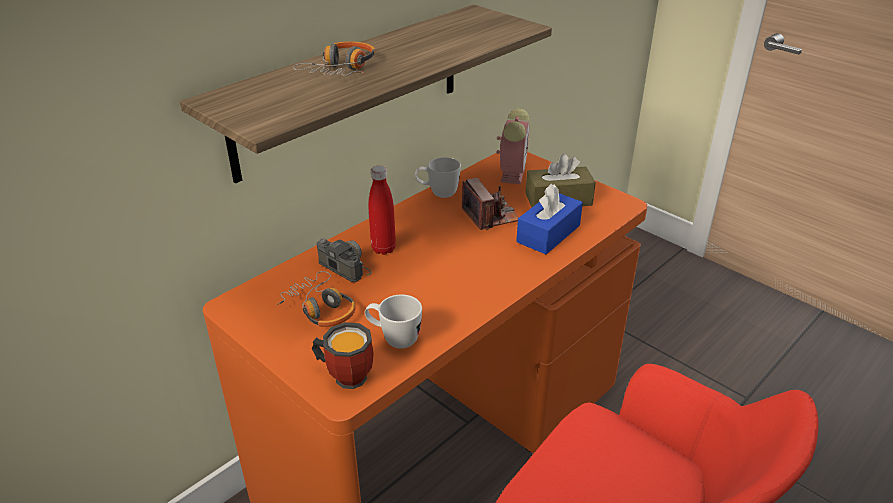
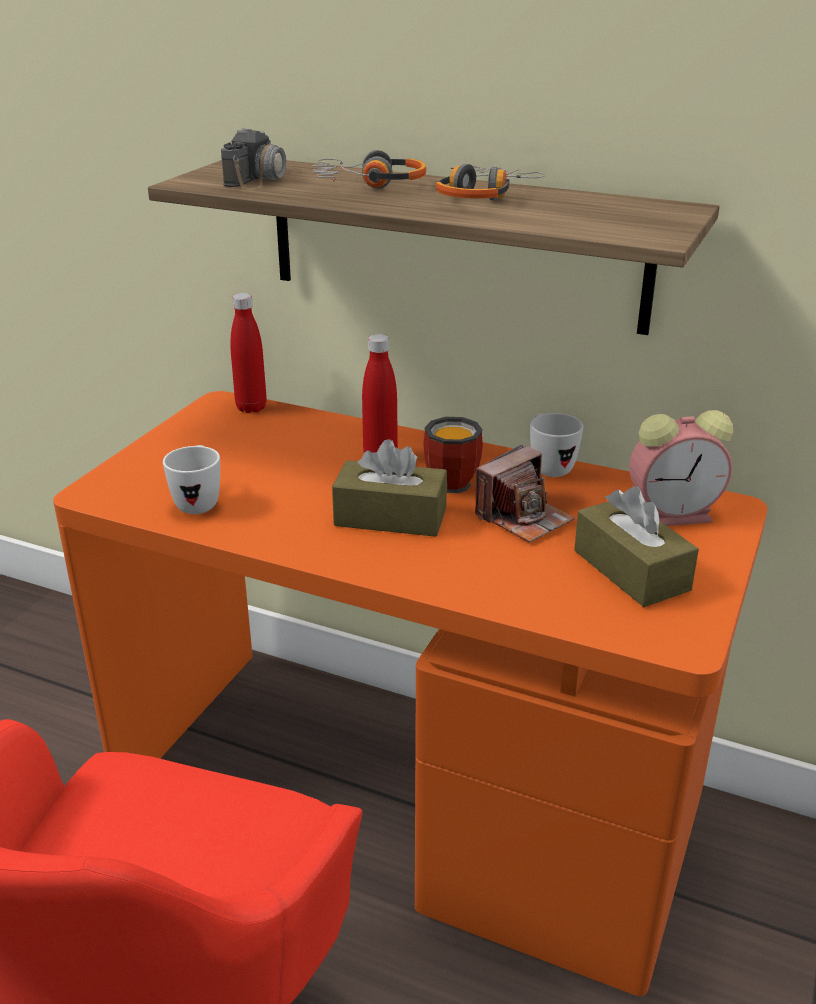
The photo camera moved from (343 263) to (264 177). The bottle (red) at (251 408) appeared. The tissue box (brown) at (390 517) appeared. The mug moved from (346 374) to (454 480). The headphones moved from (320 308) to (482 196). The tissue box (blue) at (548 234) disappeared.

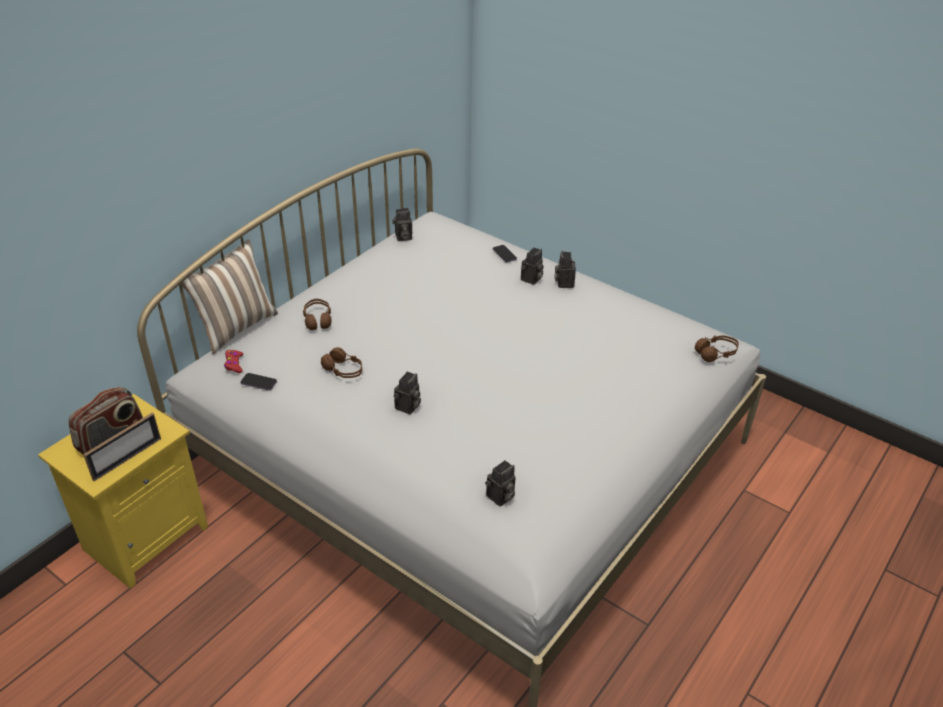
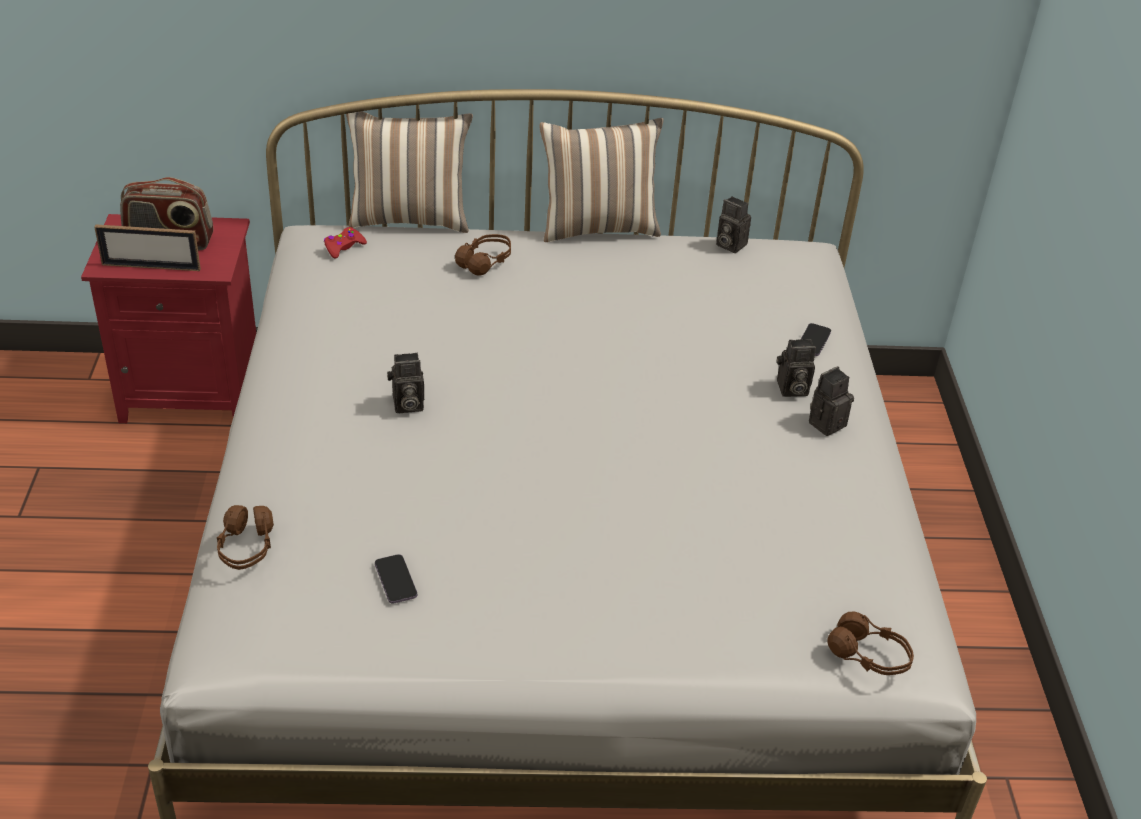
The nightstand (yellow) at (146 536) became the nightstand (red) at (194 392). The headphones (brown) moved from (343 370) to (246 548). The phone moved from (258 383) to (395 580). The pillow at (598 227) appeared. The photo camera at (500 498) disappeared.

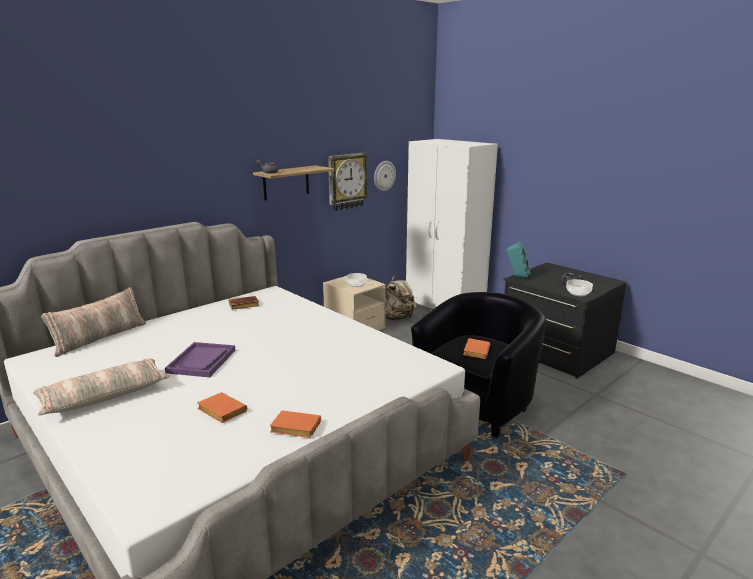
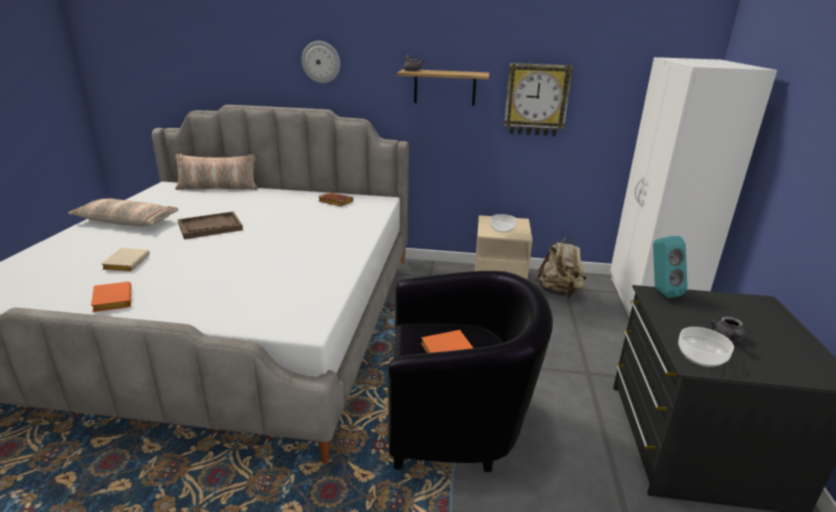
The book (orange) at (220 411) became the book (beige) at (126 263). The tray (purple) at (202 361) became the tray (brown) at (210 227). The wall clock moved from (384 175) to (321 62).

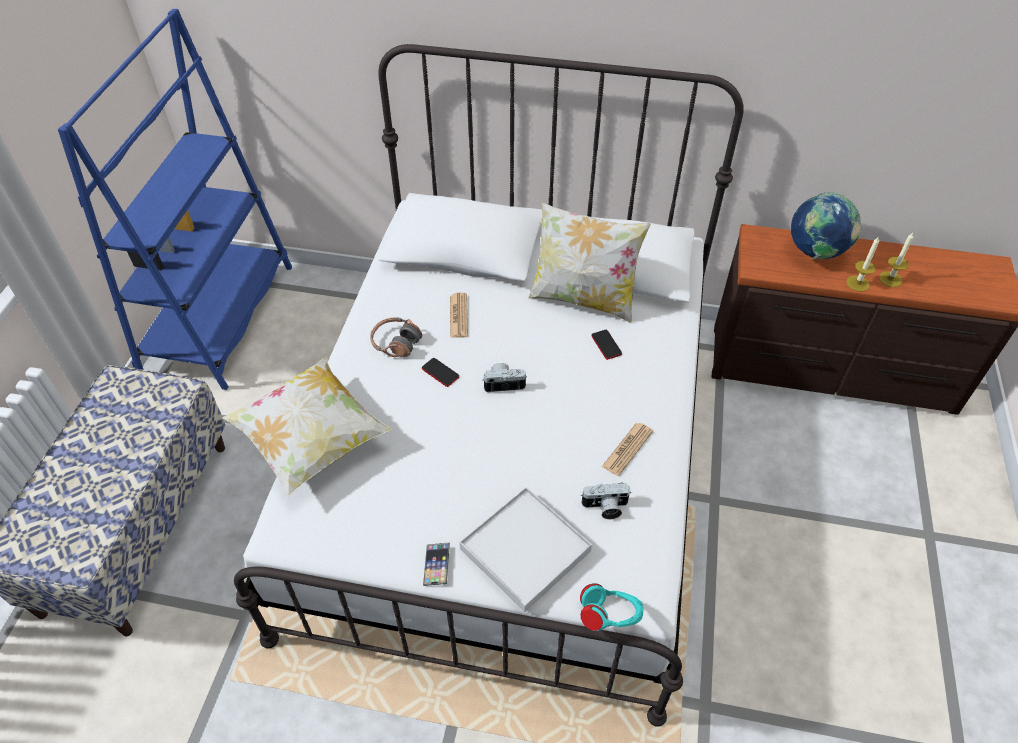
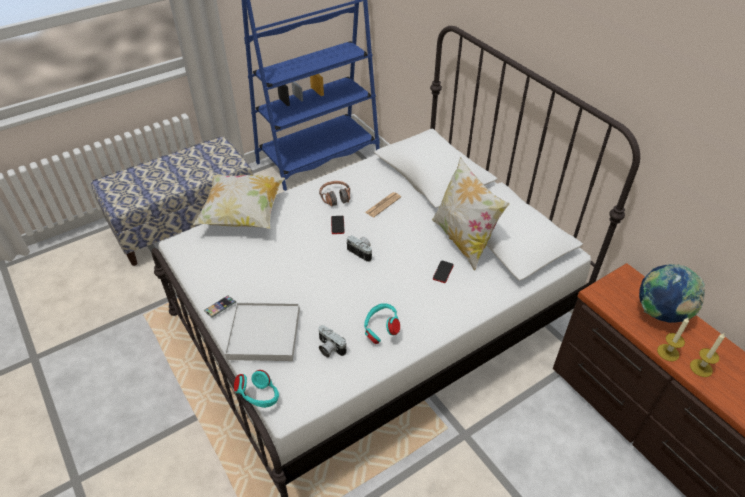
The newspaper at (627 449) was replaced by the headphones (turquoise) at (380 331).

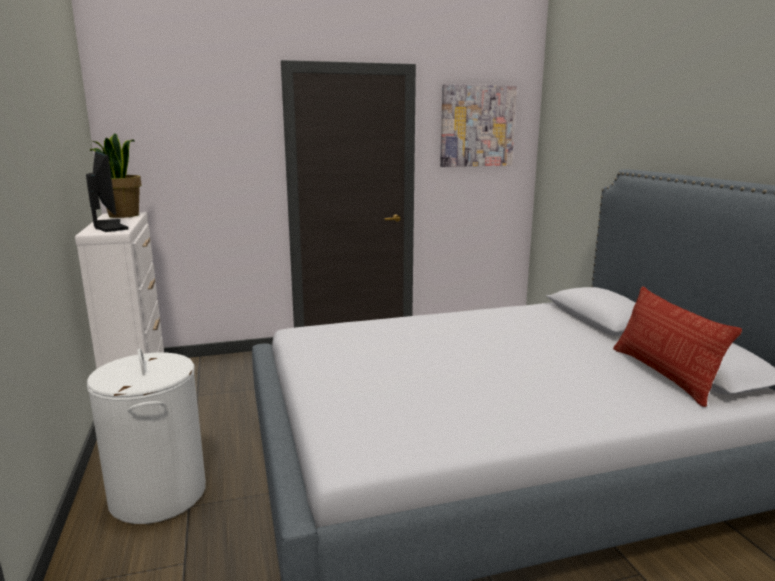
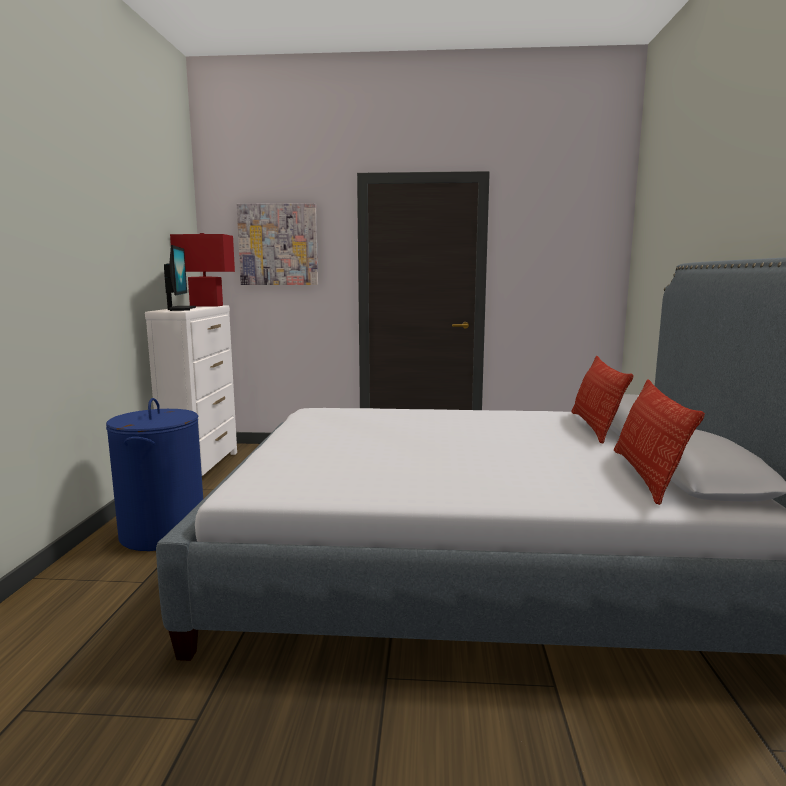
The laundry basket (white) at (158 494) became the laundry basket (blue) at (163 533). The potted plant at (123 215) was replaced by the table lamp (red) at (206 306). The picture moved from (477 126) to (278 245). The pillow at (595 427) appeared.

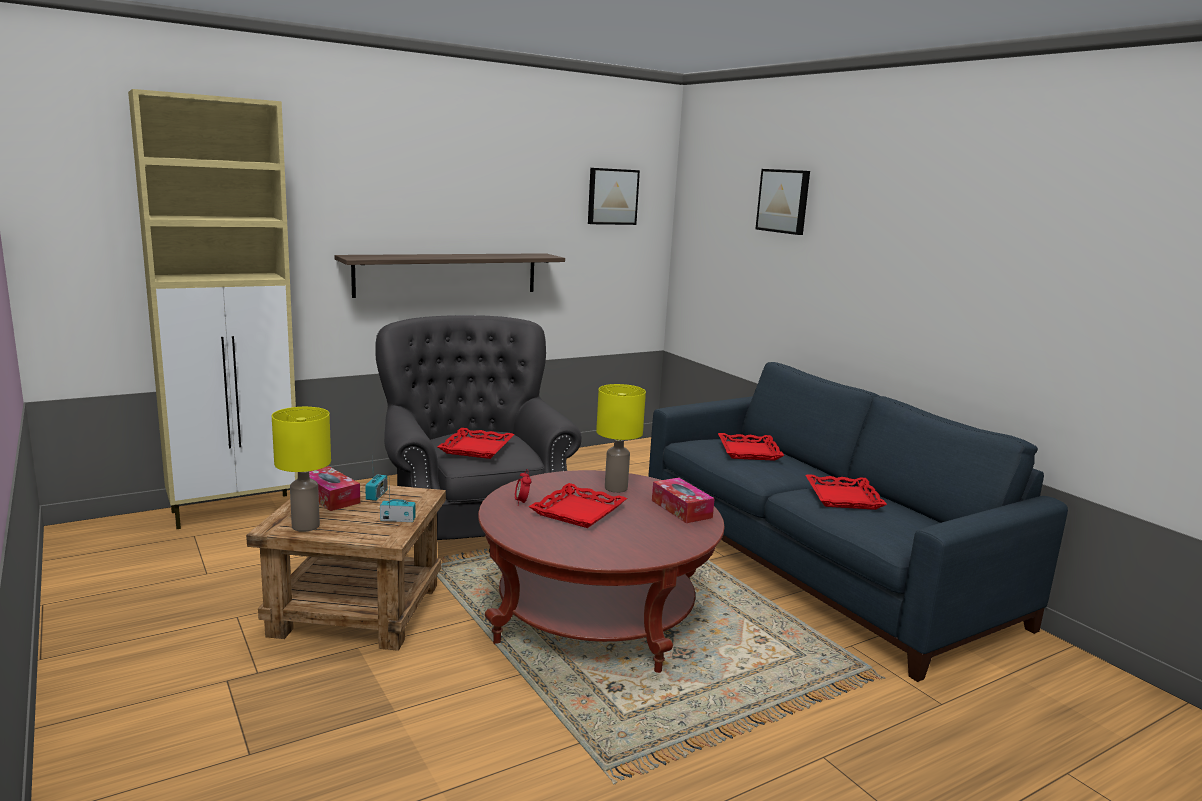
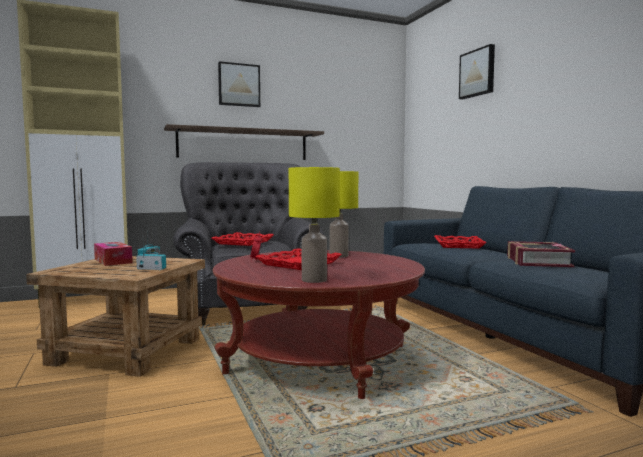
The picture moved from (612 196) to (239 85). The table lamp (yellow) moved from (305 526) to (314 280). The tray (red) at (842 497) was replaced by the book at (537 261). The tissue box at (681 509) disappeared.

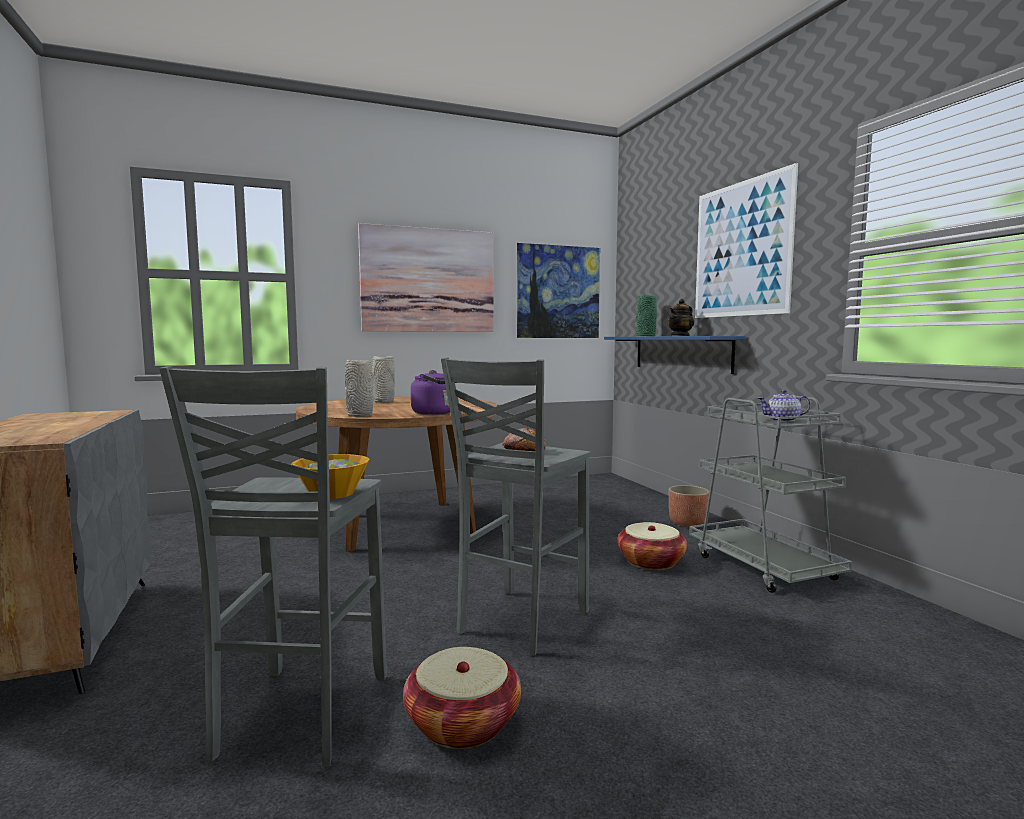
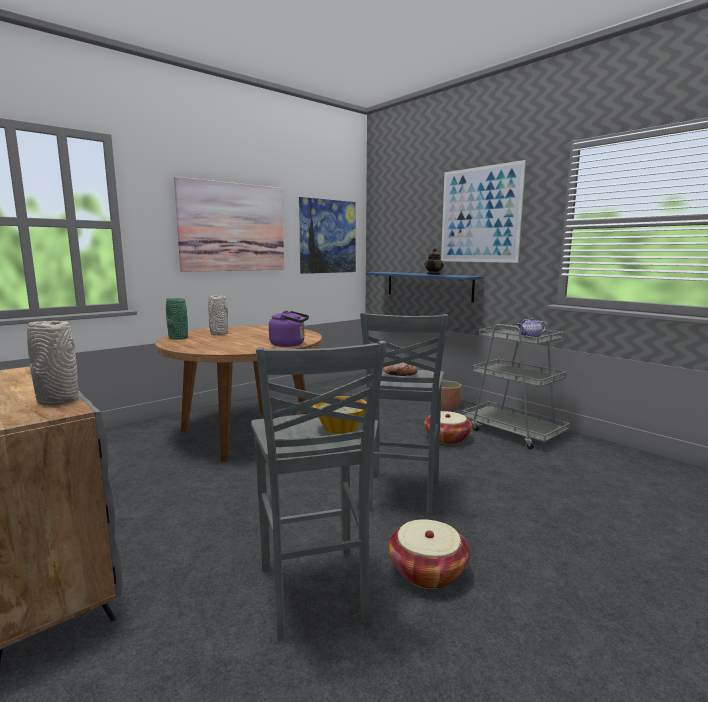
The vase (grey) moved from (359 415) to (58 401). The vase (green) moved from (646 336) to (178 338).

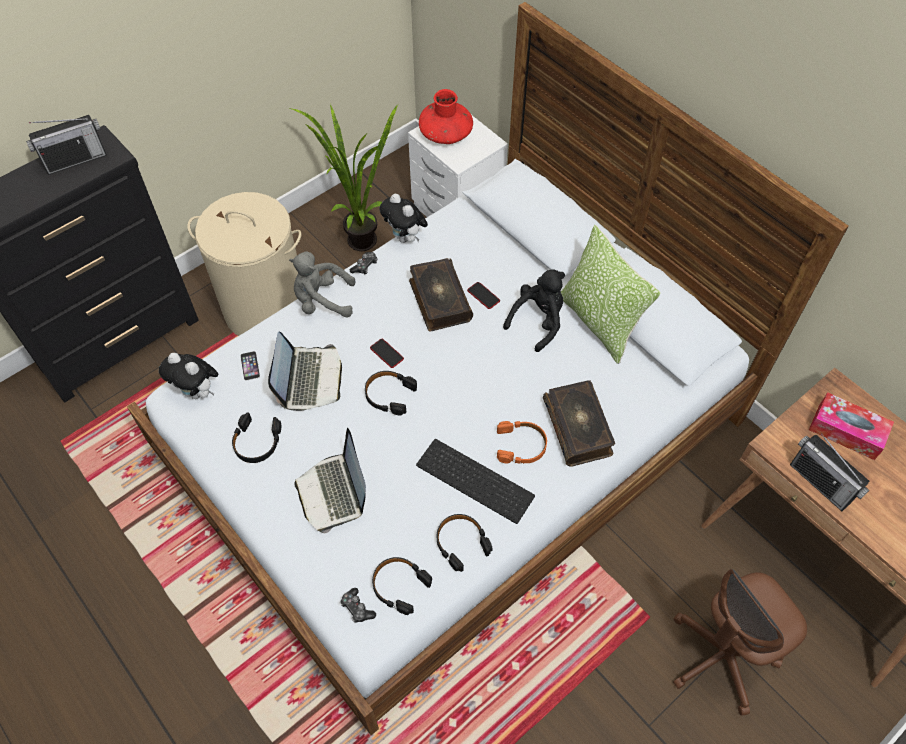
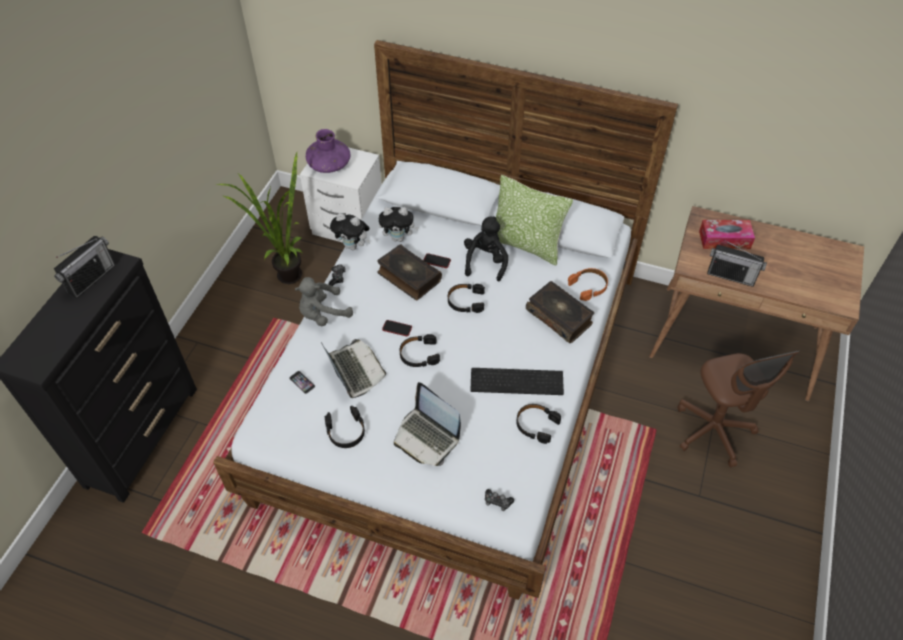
The vase (red) at (446 134) became the vase (purple) at (329 165). The plush toy moved from (198 392) to (399 238). The headphones (black) moved from (399 586) to (465 301). The headphones (orange) moved from (521 446) to (589 286). The office chair (brown) at (721 657) turned 45 degrees counterclockwise. The laundry basket (beige) at (266 308) disappeared.

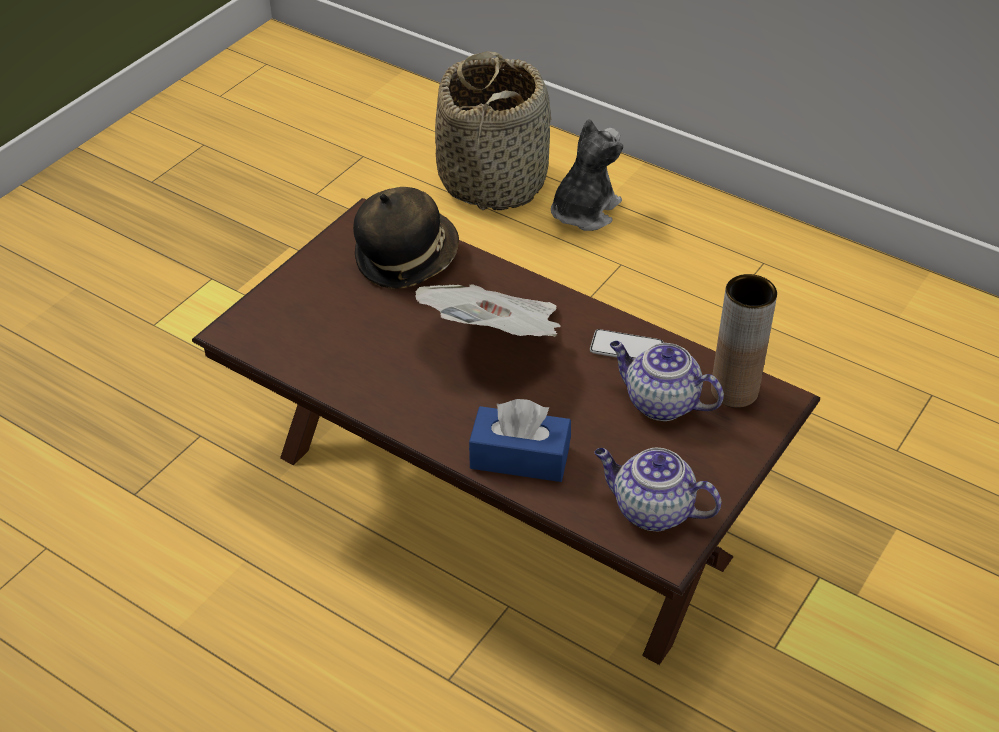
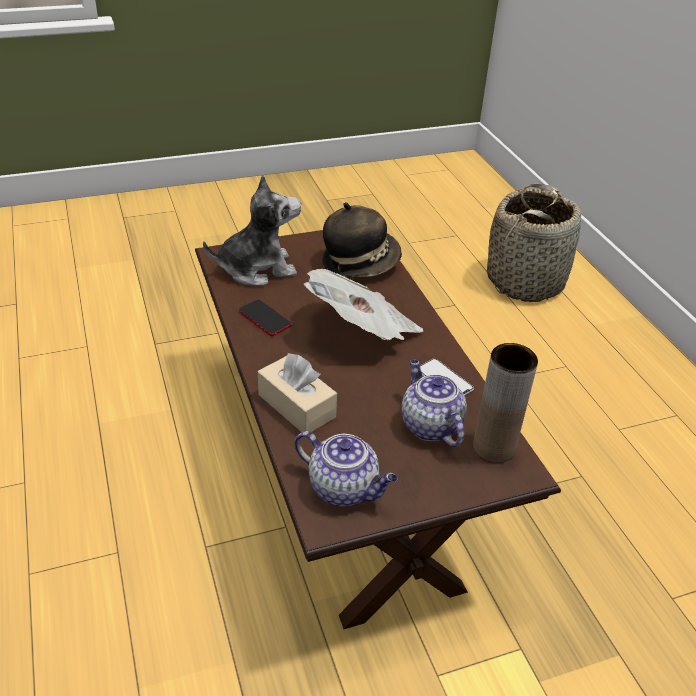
The plush toy moved from (583 211) to (257 268). The phone at (265 319) appeared. The tissue box (blue) at (520 457) became the tissue box (beige) at (296 406). The teapot at (651 510) turned 150 degrees clockwise.

